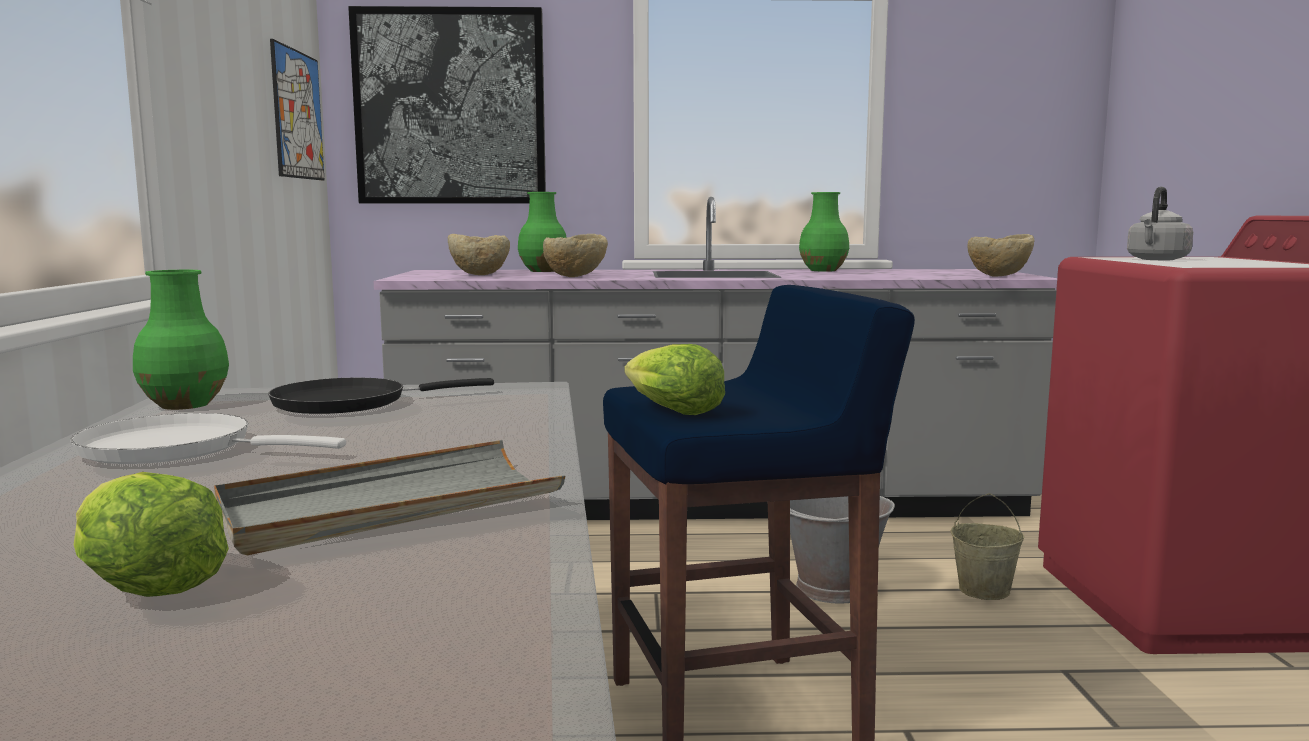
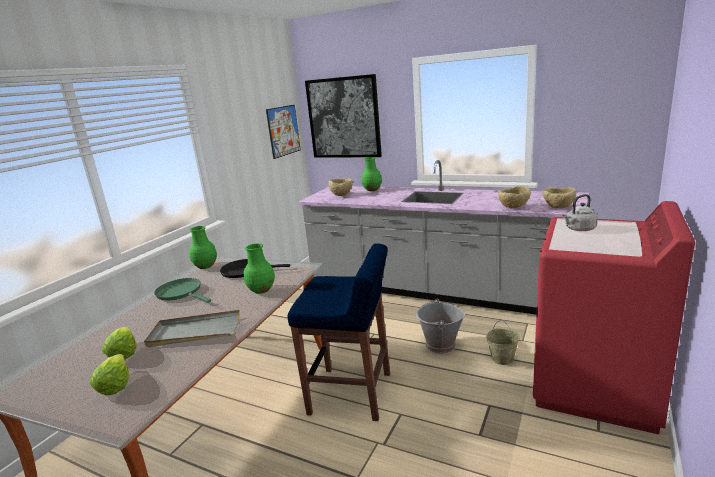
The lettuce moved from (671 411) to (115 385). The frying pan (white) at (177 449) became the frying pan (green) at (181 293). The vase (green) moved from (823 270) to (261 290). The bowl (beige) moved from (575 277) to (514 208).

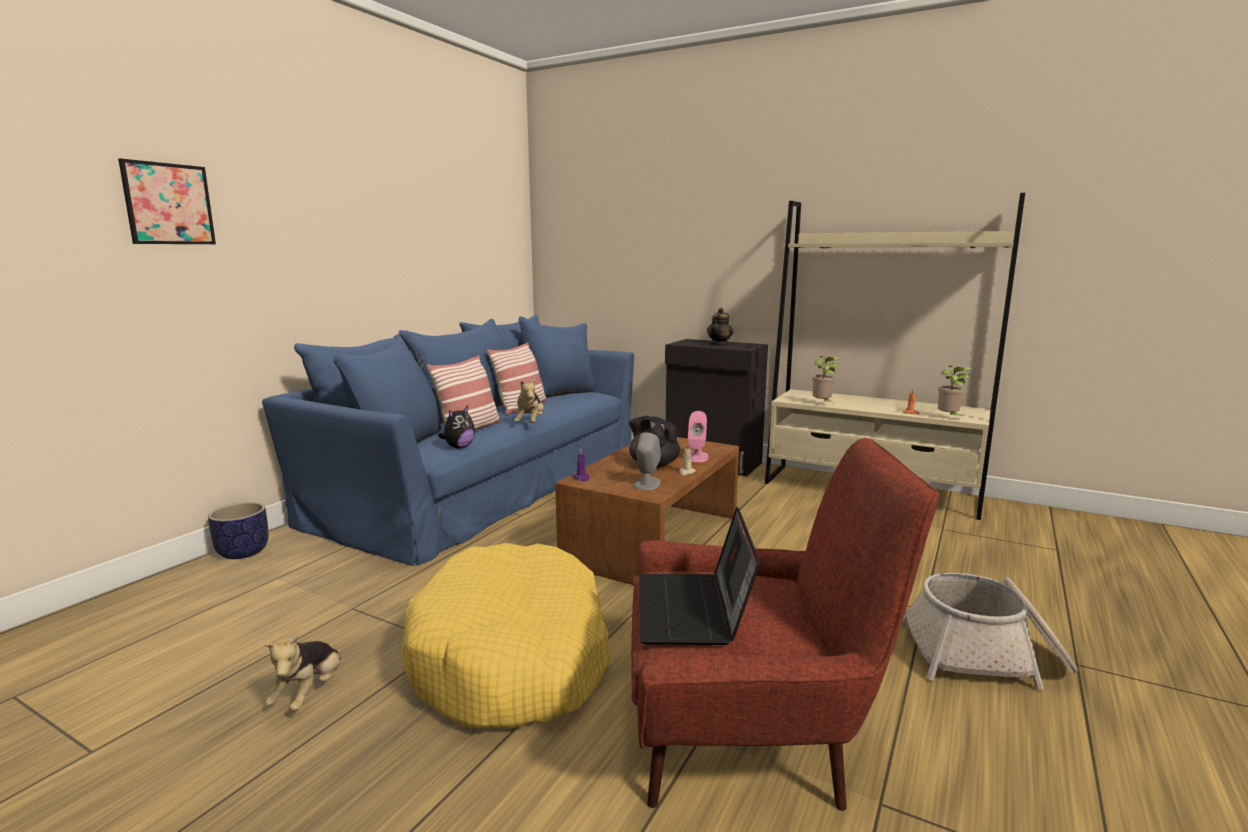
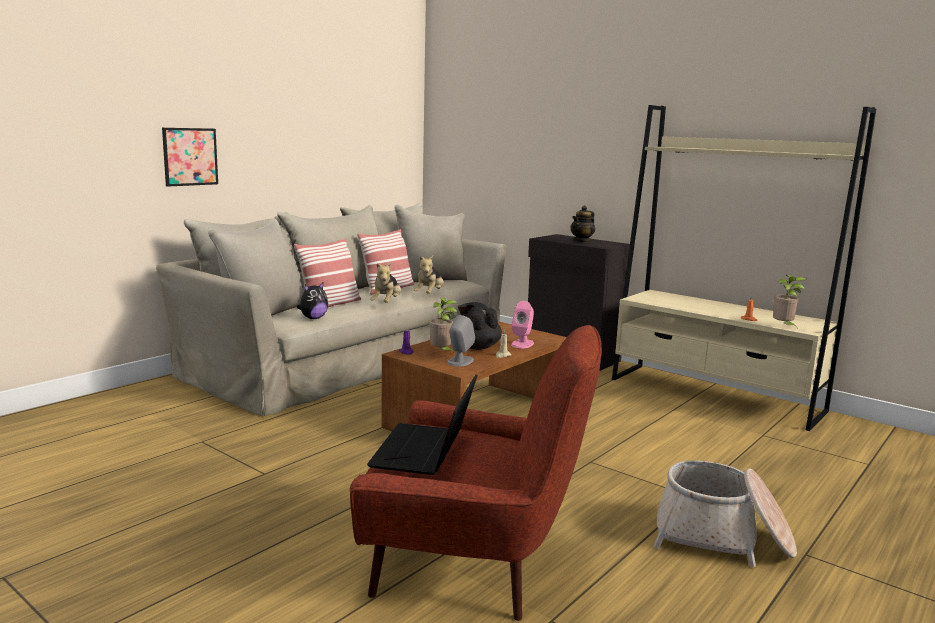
The sofa (blue) at (487 483) became the sofa (beige) at (352 356). The picture moved from (169 204) to (190 156). The plush toy moved from (309 693) to (429 294). The potted plant moved from (823 404) to (441 352). The planter at (243 552) disappeared. The dog bed (yellow) at (513 657) disappeared.

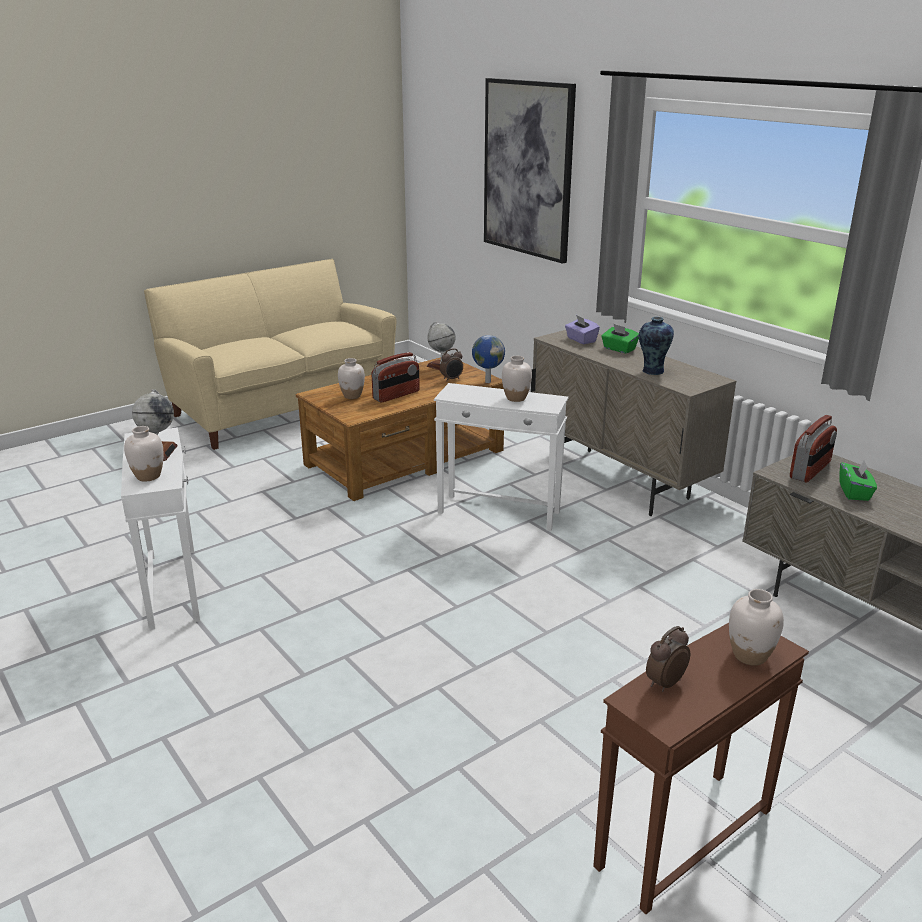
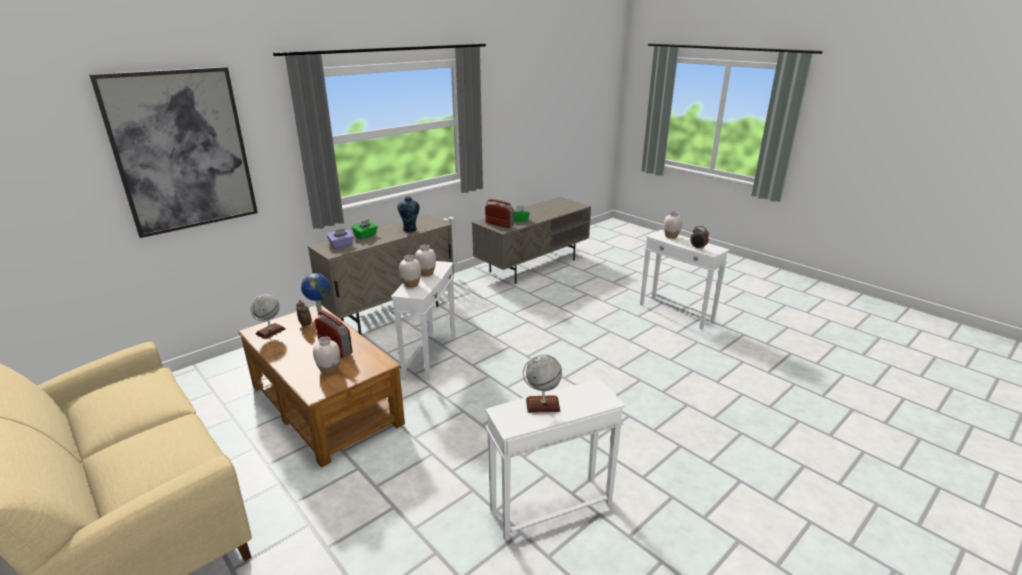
The vase (white) moved from (148 476) to (411 284). The side table (brown) at (683 837) became the side table (white) at (676 312).

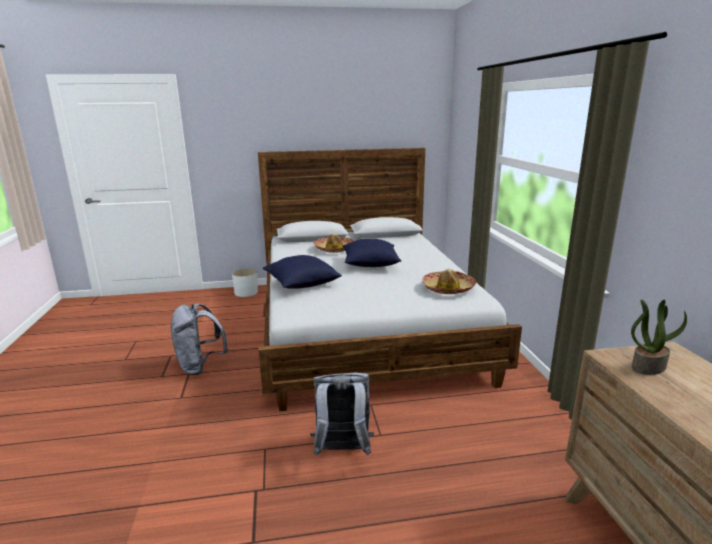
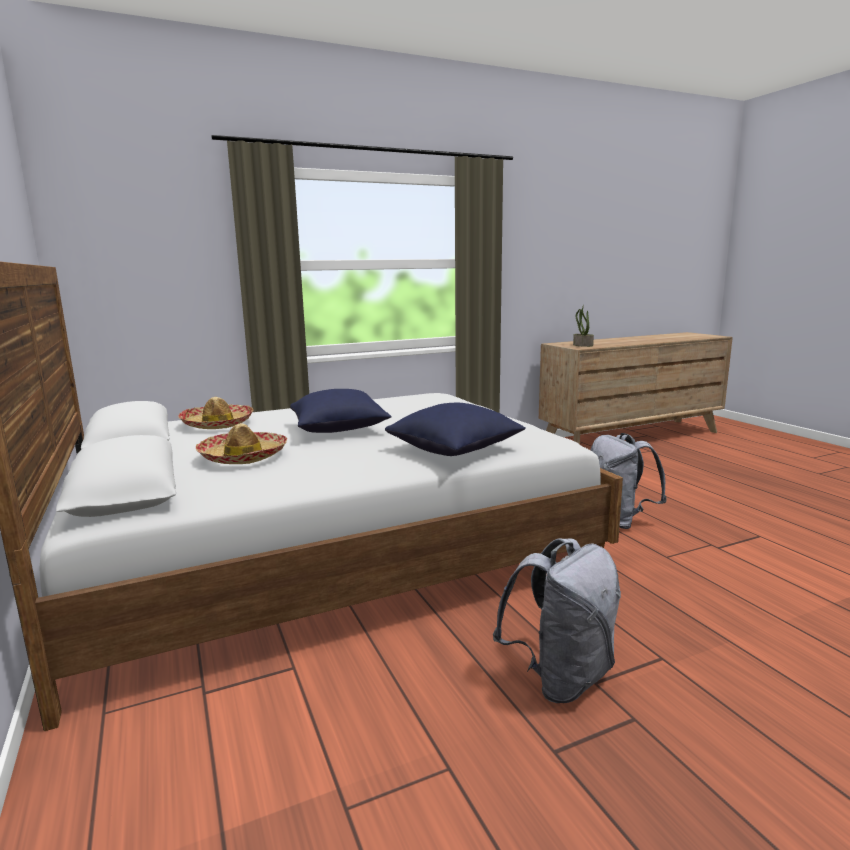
The hat moved from (448 288) to (217 424). The planter (white) at (246 292) disappeared.

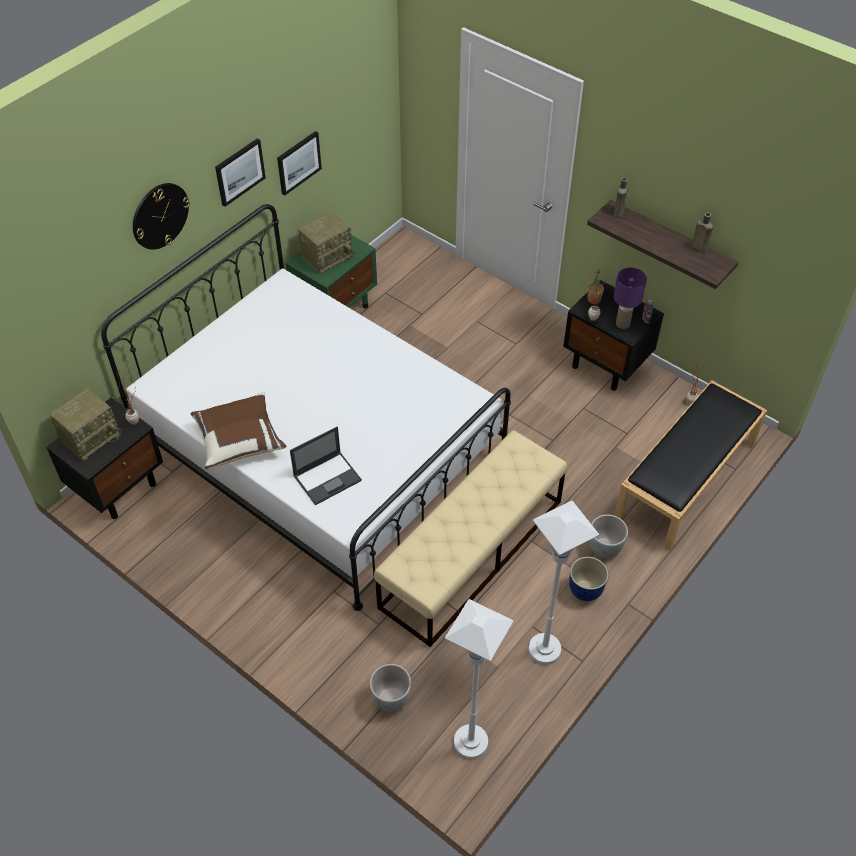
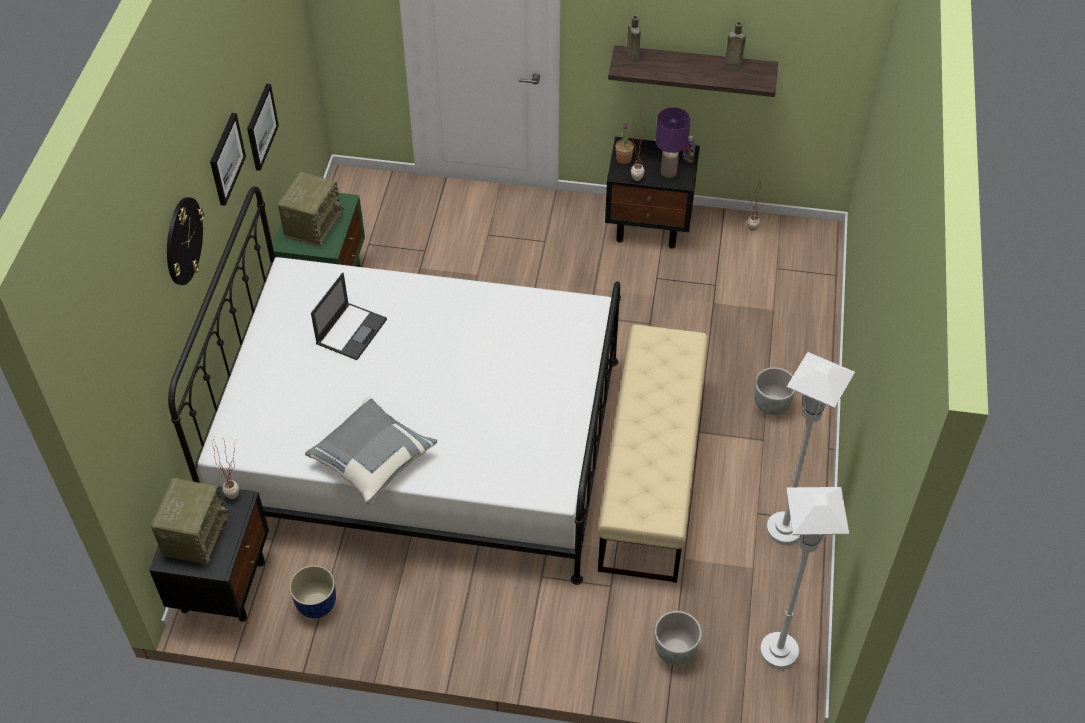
The planter moved from (585 589) to (316 604). The pillow (brown) at (239 440) became the pillow (grey) at (372 459). The laptop moved from (328 478) to (352 331). The bench (black) at (686 479) disappeared.

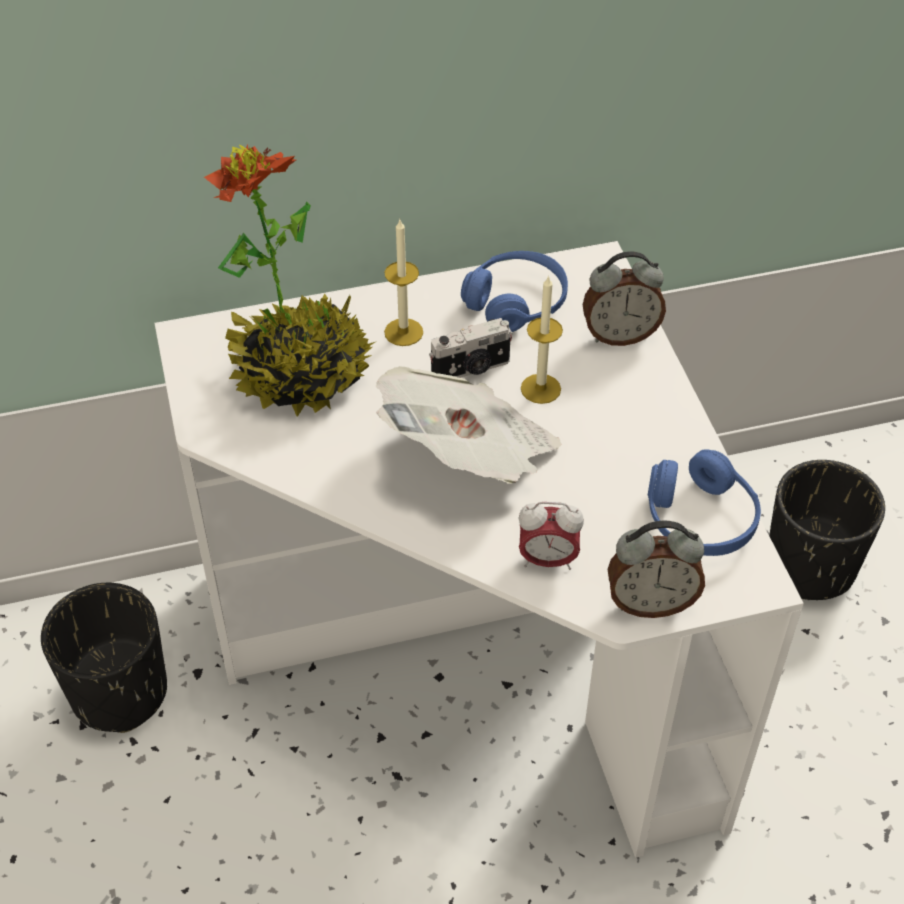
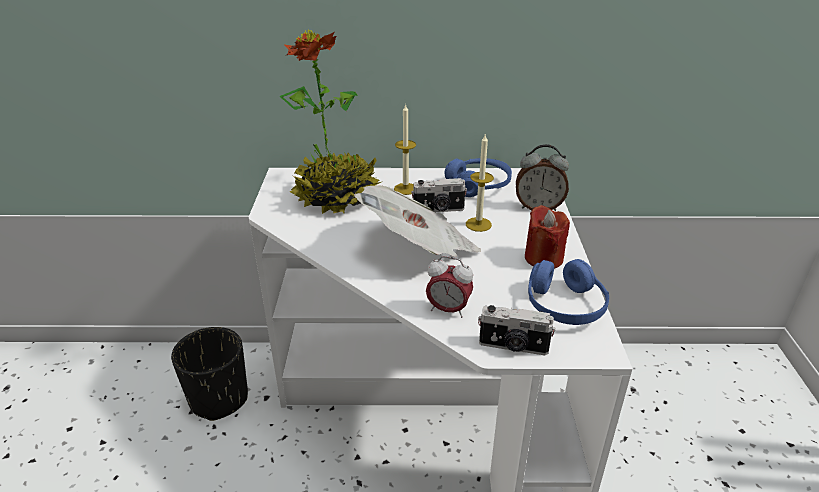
The alarm clock at (650 602) was replaced by the photo camera at (513 347). The candle (red) at (543 258) appeared. The planter (black) at (810 566) disappeared.

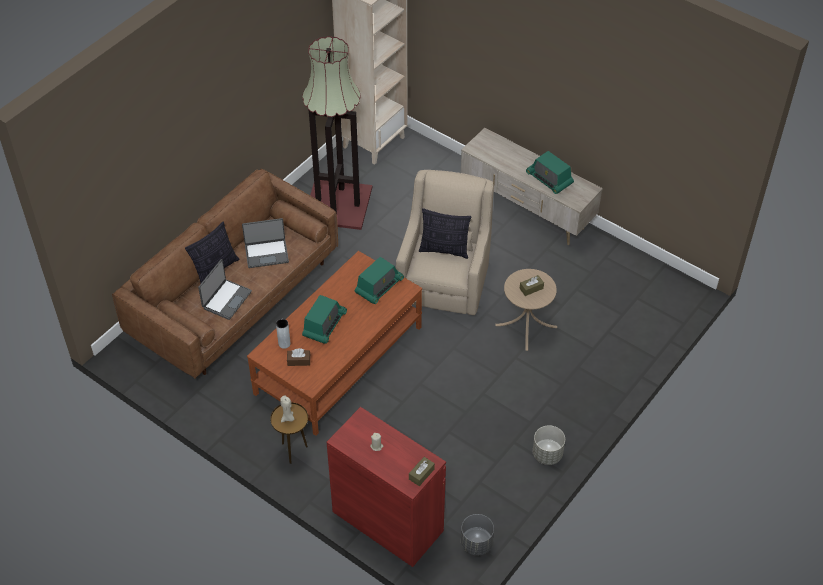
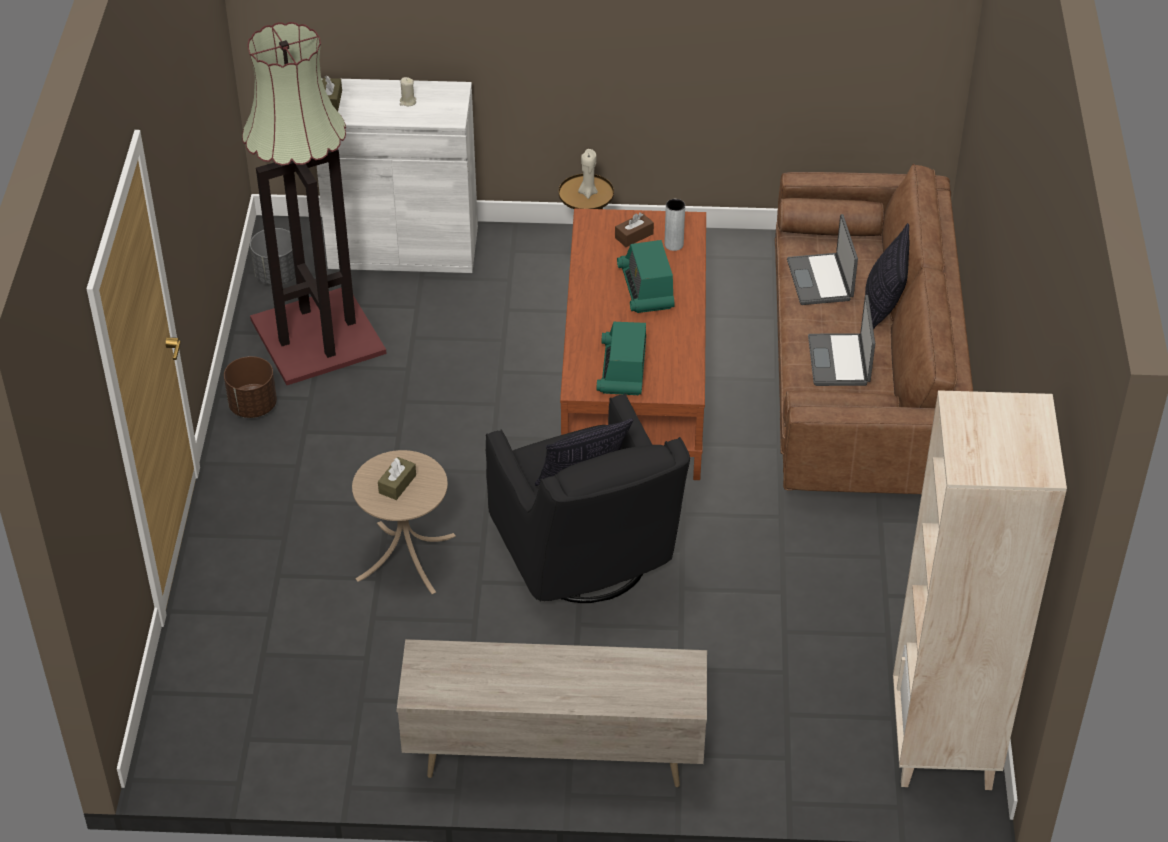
The planter (grey) at (547 454) became the planter (brown) at (252 406). The floor lamp moved from (337 204) to (320 337). The cabinet (red) at (387 521) became the cabinet (white) at (403 247). The armchair (beige) at (445 281) became the armchair (black) at (587 560). The laptop at (266 253) turned 45 degrees counterclockwise. The radio at (549 179) disappeared.

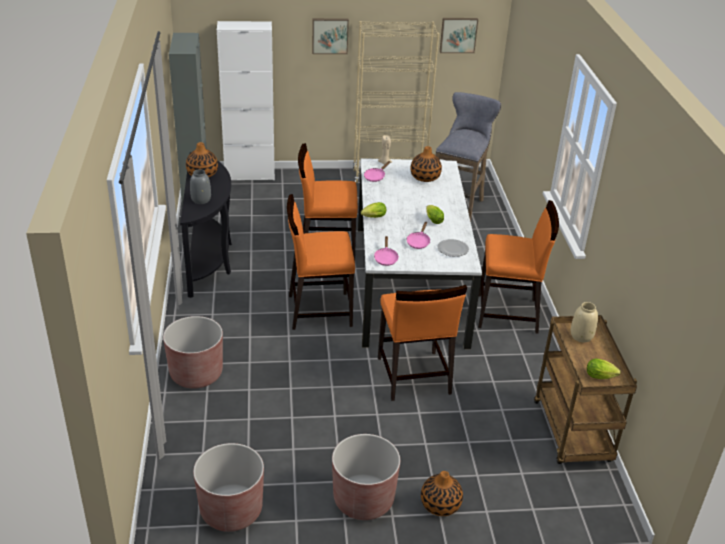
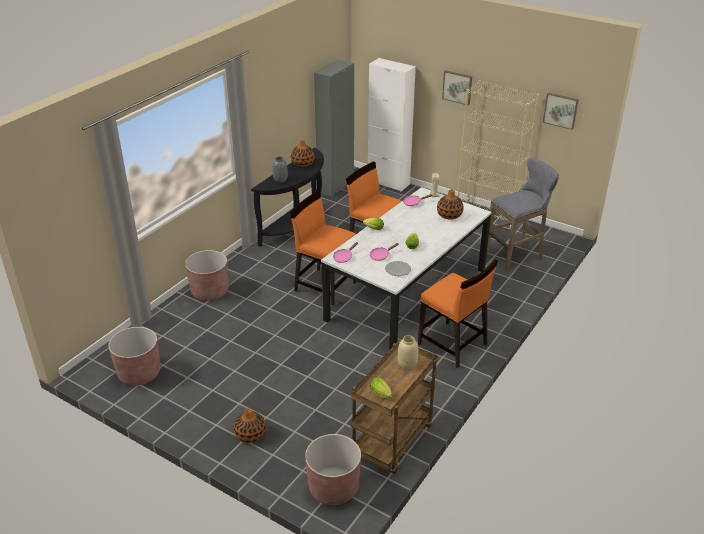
The planter (brown) moved from (363 500) to (333 488). The chair (orange) at (413 376) disappeared.

